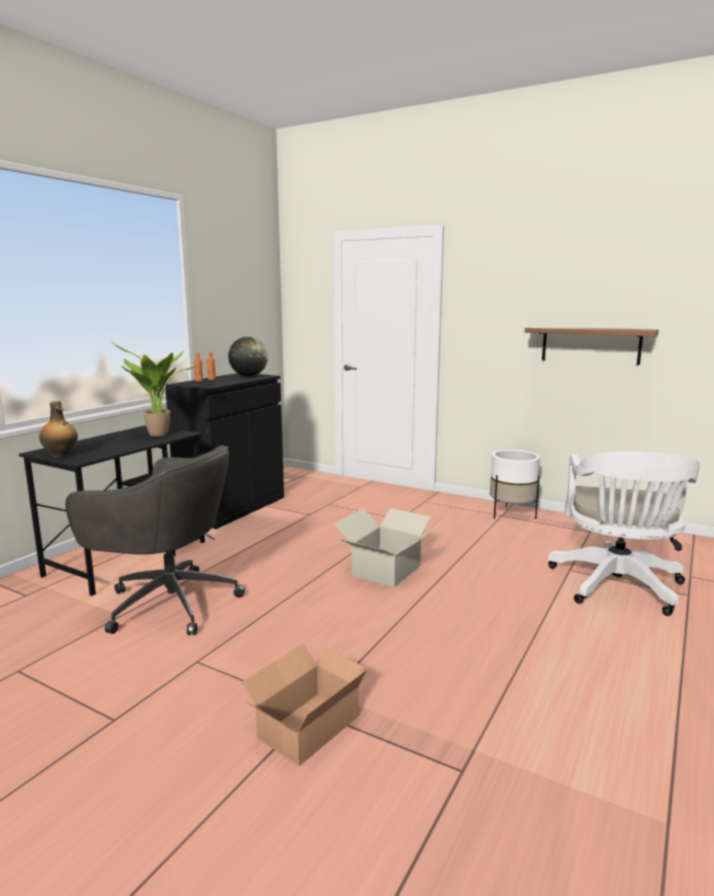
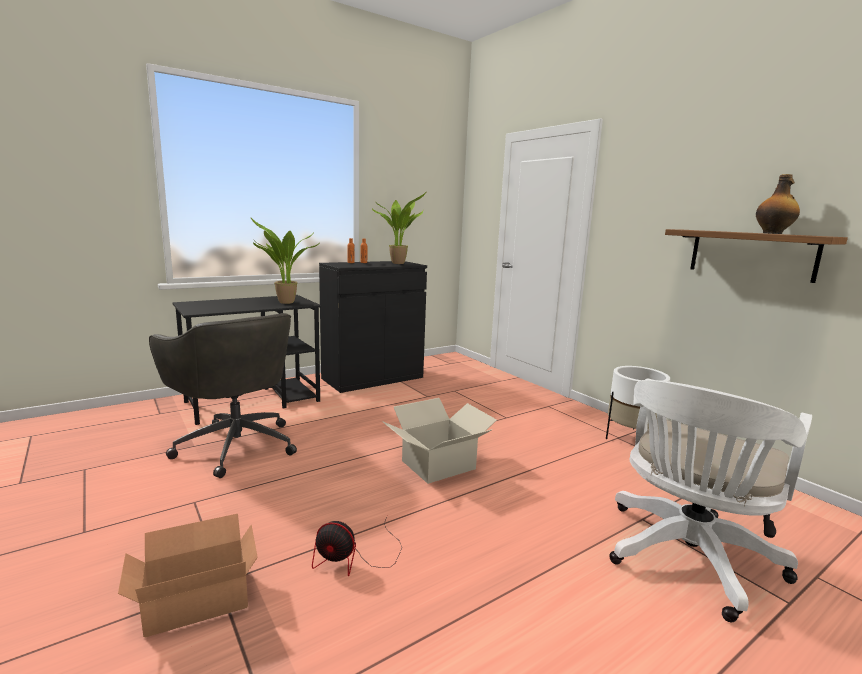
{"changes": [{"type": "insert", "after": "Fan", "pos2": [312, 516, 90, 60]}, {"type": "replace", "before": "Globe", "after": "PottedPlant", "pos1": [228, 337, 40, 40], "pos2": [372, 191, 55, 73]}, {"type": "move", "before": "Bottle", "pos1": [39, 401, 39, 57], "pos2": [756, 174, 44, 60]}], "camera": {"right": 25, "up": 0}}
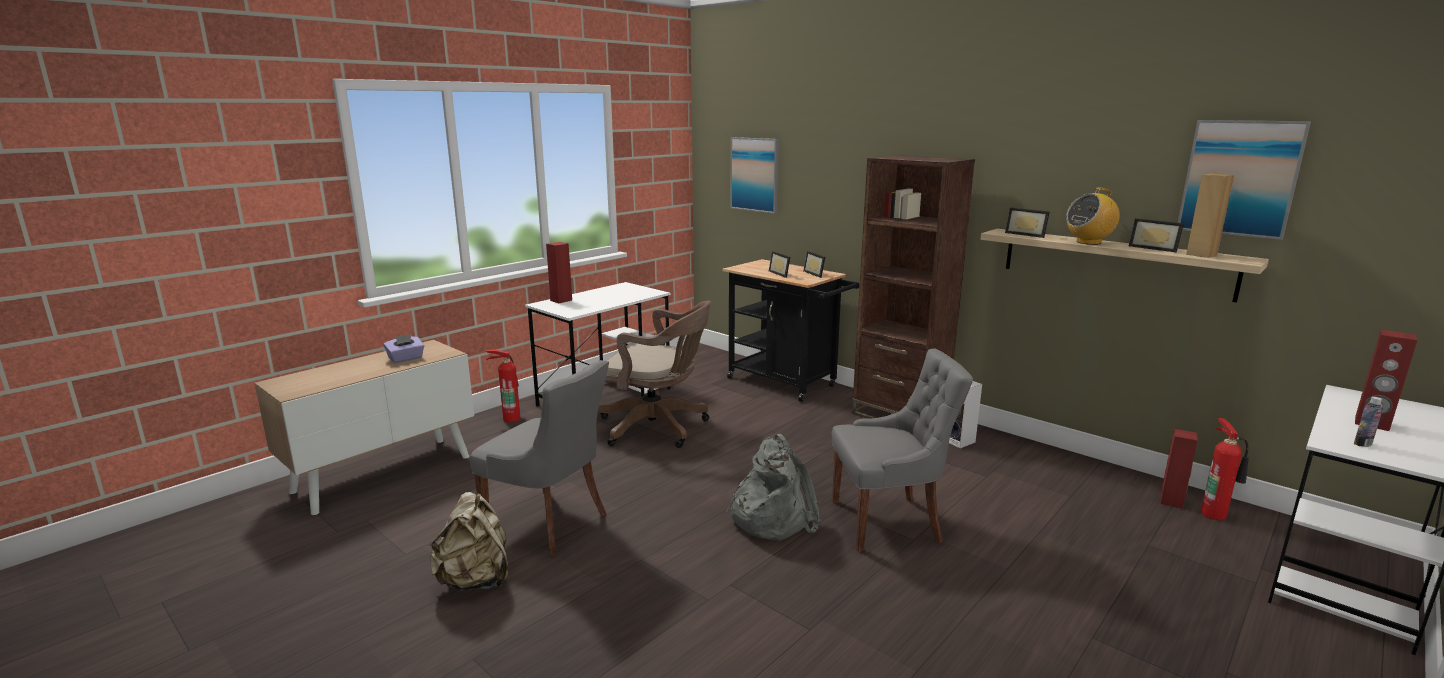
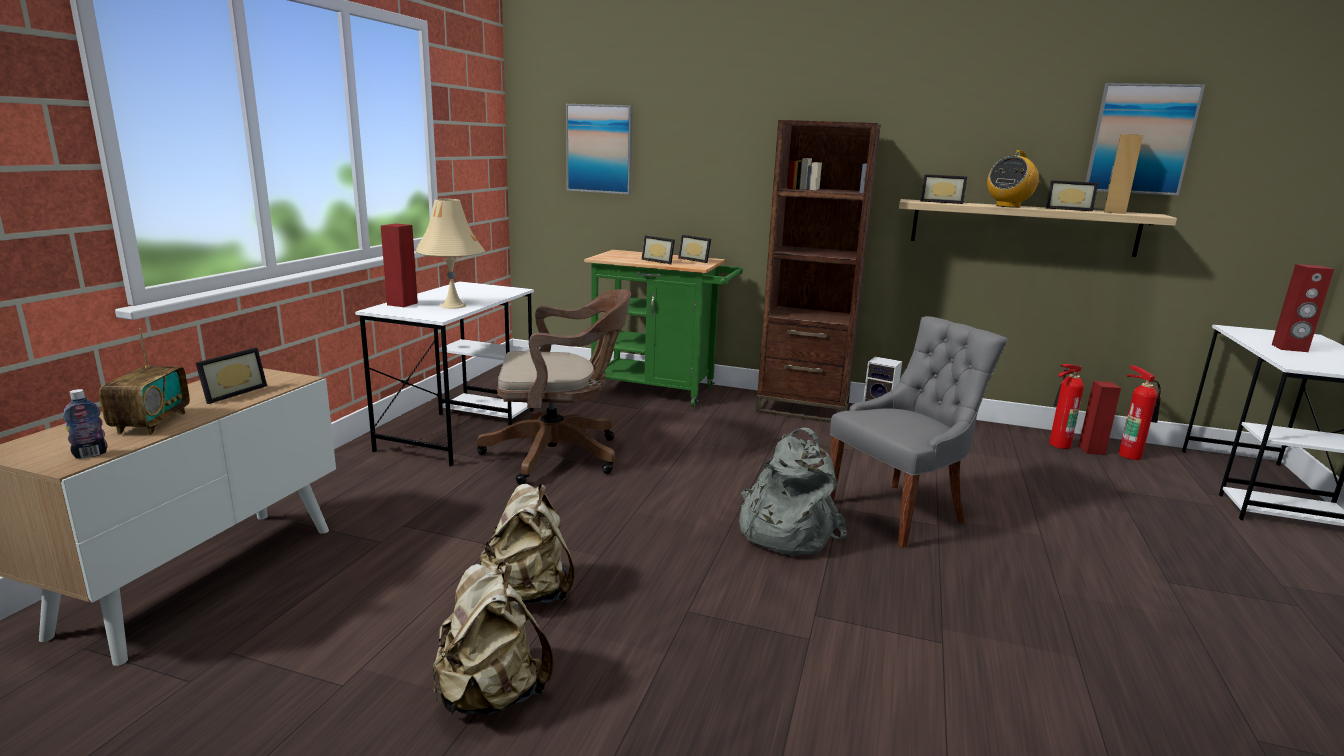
{"changes": [{"type": "move", "before": "Bottle", "pos1": [1354, 397, 29, 50], "pos2": [63, 389, 44, 70]}, {"type": "insert", "after": "Radio", "pos2": [99, 328, 91, 107]}, {"type": "replace", "before": "PurpleTissueBox", "after": "PictureFrame", "pos1": [383, 334, 41, 29], "pos2": [196, 347, 71, 57]}, {"type": "insert", "after": "BeigeTableLamp", "pos2": [414, 199, 72, 110]}, {"type": "replace", "before": "GreyChair", "after": "BeigeBackpack", "pos1": [470, 360, 139, 196], "pos2": [479, 484, 95, 120]}, {"type": "recolor", "before": "BlackCart", "after": "GreenCart", "pos1": [722, 259, 137, 143], "pos2": [584, 250, 159, 157]}, {"type": "move", "before": "FireExtinguisher", "pos1": [486, 350, 35, 72], "pos2": [1049, 364, 35, 85]}], "camera": {"right": -25, "up": 0}}
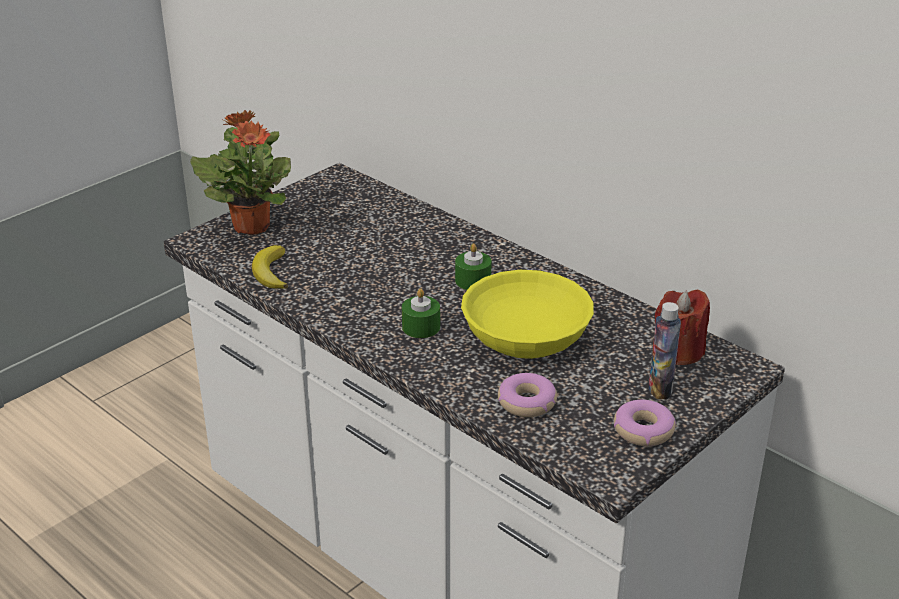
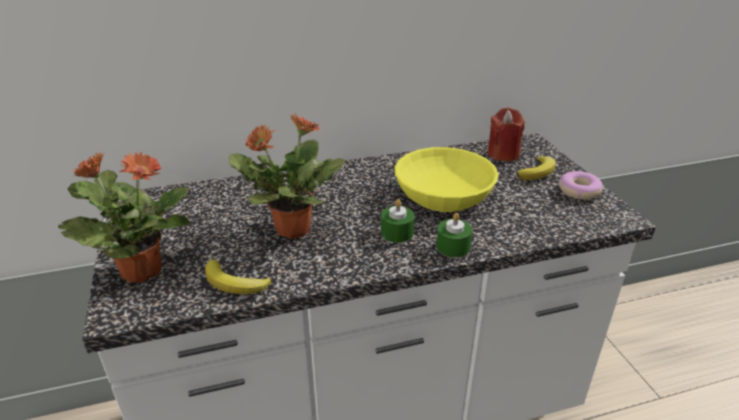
{"changes": [{"type": "insert", "after": "PottedPlant", "pos2": [229, 112, 116, 127]}, {"type": "move", "before": "GreenCandle", "pos1": [455, 244, 36, 46], "pos2": [436, 213, 36, 44]}, {"type": "replace", "before": "Bottle", "after": "Banana", "pos1": [648, 302, 33, 97], "pos2": [517, 156, 39, 24]}, {"type": "delete", "before": "Donut", "pos1": [498, 373, 59, 44]}], "camera": {"right": -60, "up": 0}}
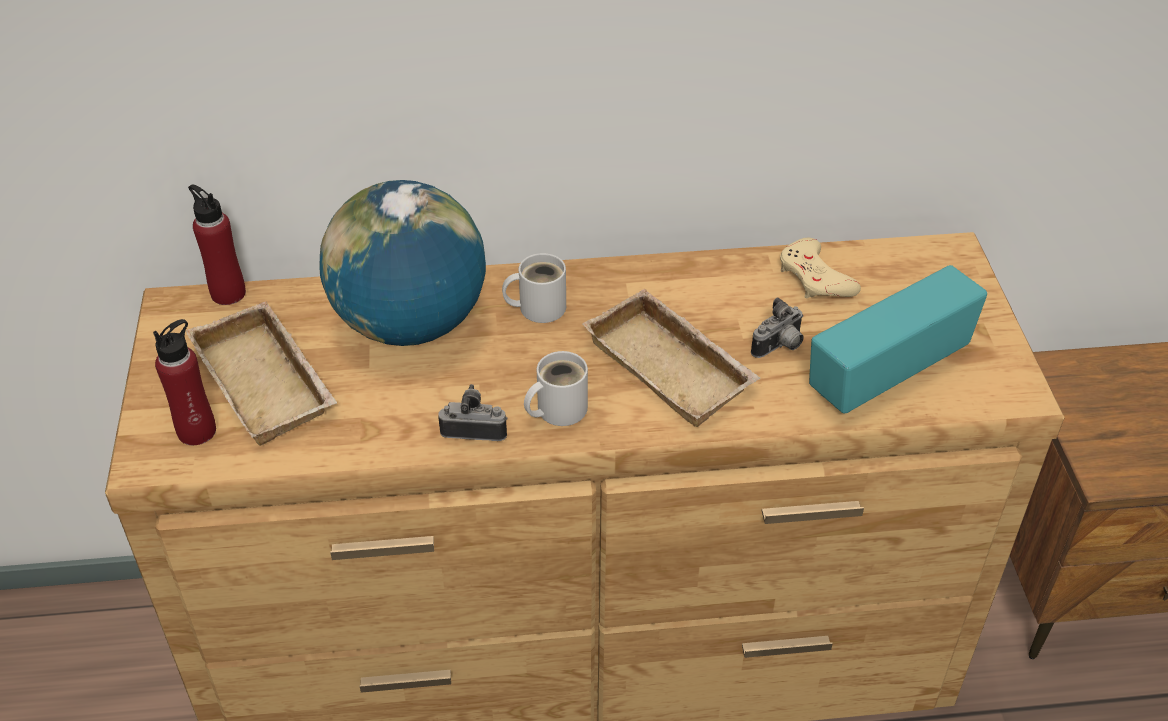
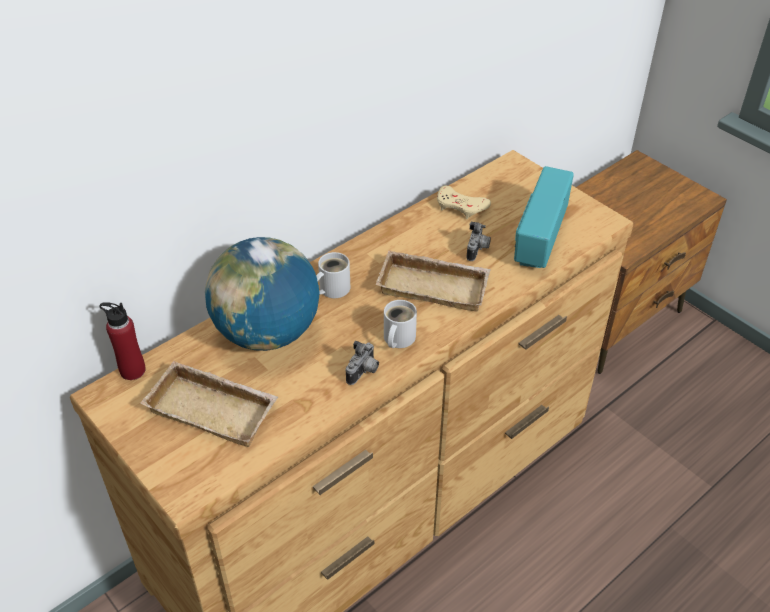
{"changes": [{"type": "rotate", "before": "PhotoCamera", "pos1": [438, 384, 70, 57], "pos2": [346, 341, 33, 44], "turn": 150}, {"type": "delete", "before": "RedBottle", "pos1": [153, 319, 63, 126]}], "camera": {"right": -35, "up": 0}}
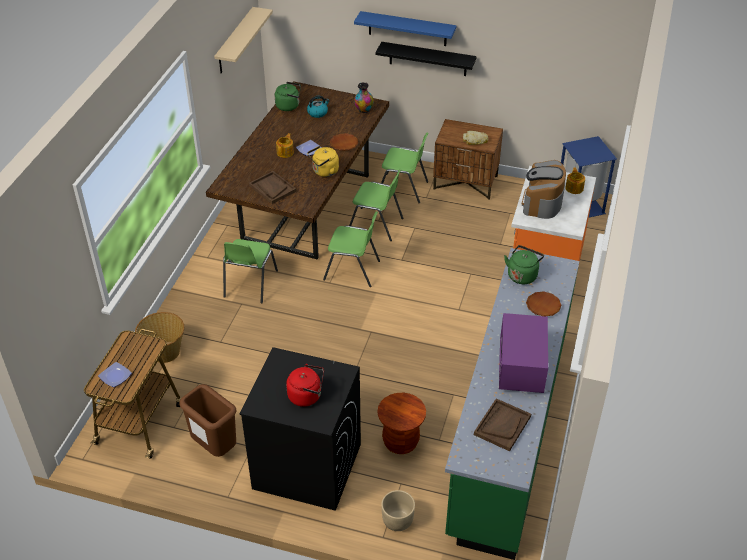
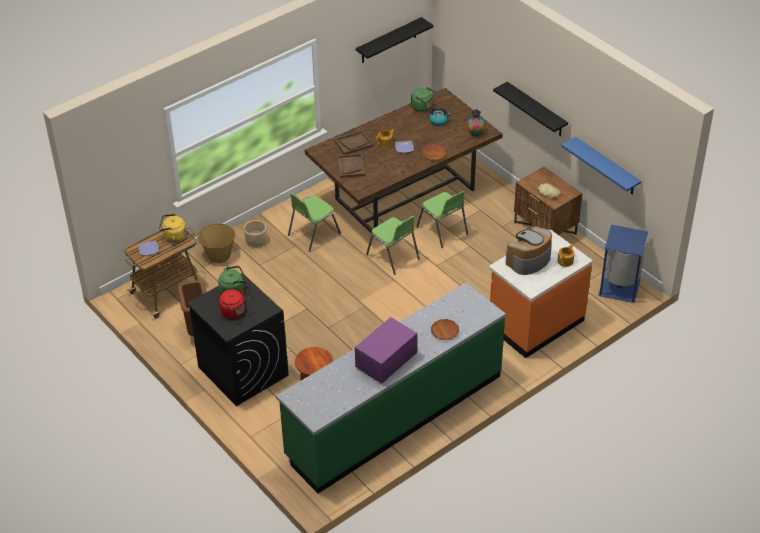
{"changes": [{"type": "move", "before": "YellowKettle", "pos1": [307, 146, 32, 31], "pos2": [159, 214, 28, 28]}, {"type": "move", "before": "GreenKettle", "pos1": [504, 245, 40, 39], "pos2": [218, 266, 29, 28]}, {"type": "move", "before": "BeigePlanter", "pos1": [381, 490, 34, 41], "pos2": [244, 220, 22, 27]}, {"type": "move", "before": "BrownTray", "pos1": [474, 398, 57, 53], "pos2": [334, 130, 39, 25]}, {"type": "recolor", "before": "BeigeShelf", "after": "BlackShelf", "pos1": [214, 7, 59, 66], "pos2": [356, 17, 78, 46]}, {"type": "move", "before": "BlueShelf", "pos1": [354, 11, 102, 35], "pos2": [561, 137, 80, 57]}, {"type": "delete", "before": "GreenChair", "pos1": [381, 133, 47, 70]}], "camera": {"right": 35, "up": 0}}
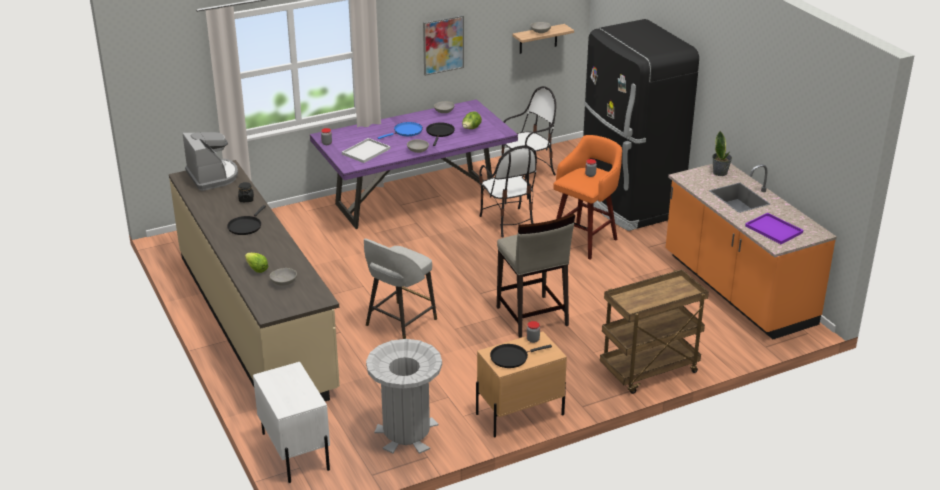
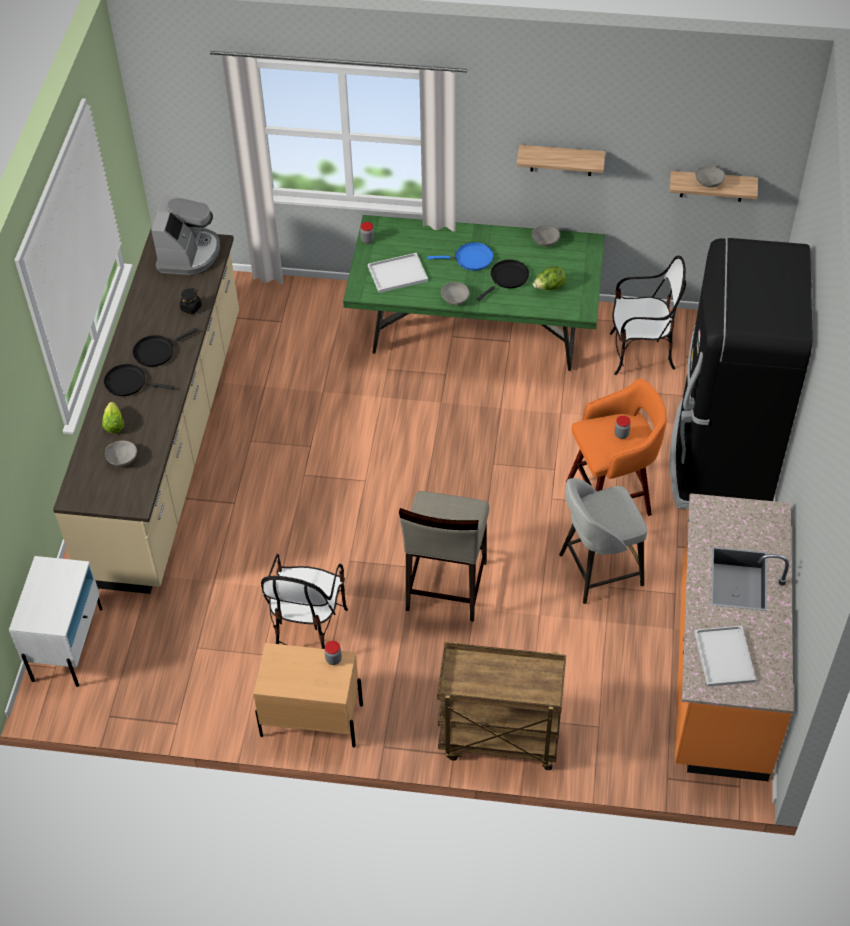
{"changes": [{"type": "move", "before": "BlackFryingPan", "pos1": [490, 344, 62, 24], "pos2": [104, 364, 70, 32]}, {"type": "move", "before": "Chair", "pos1": [479, 145, 58, 93], "pos2": [261, 554, 87, 95]}, {"type": "recolor", "before": "PurpleDiningTable", "after": "GreenDiningTable", "pos1": [310, 99, 208, 130], "pos2": [343, 215, 262, 156]}, {"type": "replace", "before": "Picture", "after": "Shelf", "pos1": [423, 15, 41, 61], "pos2": [517, 145, 88, 31]}, {"type": "move", "before": "GreyStool", "pos1": [364, 239, 73, 100], "pos2": [559, 478, 88, 126]}, {"type": "recolor", "before": "PurpleTray", "after": "WhiteTray", "pos1": [745, 213, 58, 31], "pos2": [694, 626, 62, 61]}, {"type": "delete", "before": "GreyTrashCan", "pos1": [366, 339, 76, 115]}, {"type": "delete", "before": "PottedPlant", "pos1": [712, 131, 20, 45]}], "camera": {"right": 35, "up": 20}}
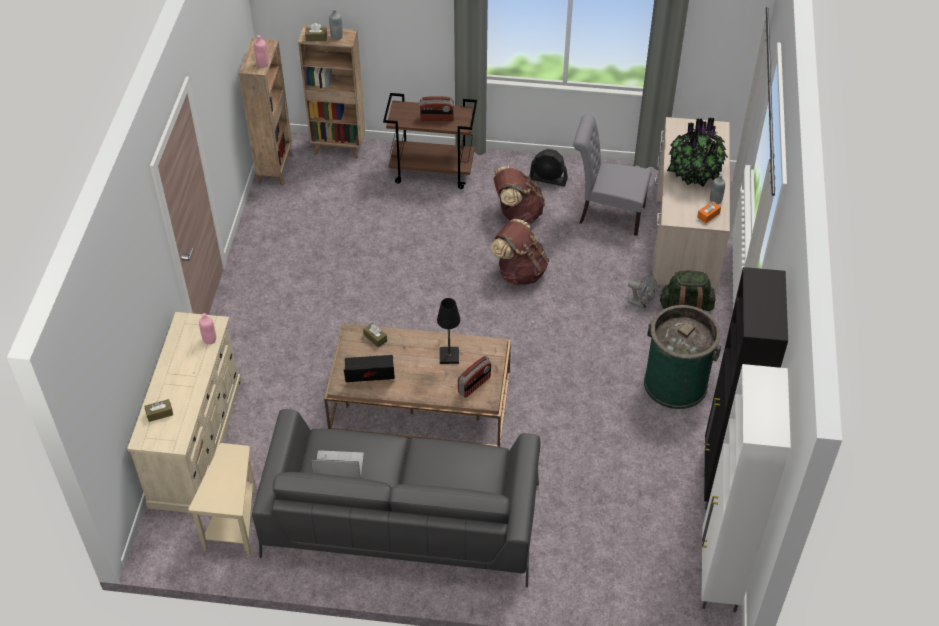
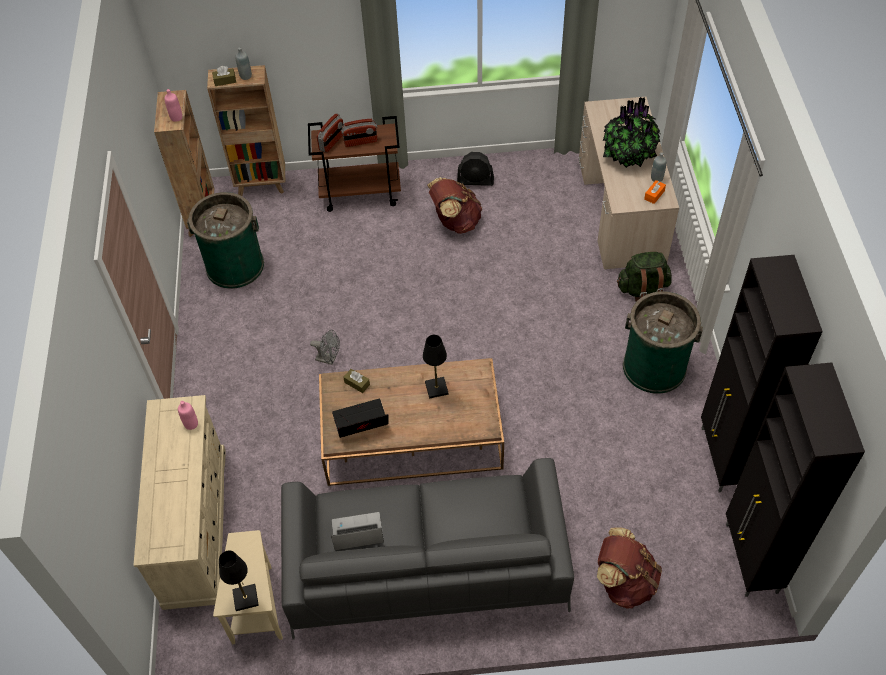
{"changes": [{"type": "insert", "after": "GreenTrashCan", "pos2": [187, 192, 77, 97]}, {"type": "insert", "after": "BlackTableLamp", "pos2": [219, 550, 40, 61]}, {"type": "move", "before": "GreyFan", "pos1": [628, 274, 29, 35], "pos2": [310, 330, 30, 35]}, {"type": "move", "before": "Radio", "pos1": [458, 356, 33, 42], "pos2": [317, 113, 27, 40]}, {"type": "move", "before": "BrownBackpack", "pos1": [491, 219, 58, 67], "pos2": [597, 527, 65, 82]}, {"type": "recolor", "before": "WhiteCabinet", "after": "BlackCabinet", "pos1": [701, 364, 90, 248], "pos2": [726, 362, 139, 235]}, {"type": "delete", "before": "BrownTissueBox", "pos1": [145, 399, 28, 23]}, {"type": "delete", "before": "GreyChair", "pos1": [573, 114, 79, 122]}], "camera": {"right": -10, "up": 5}}
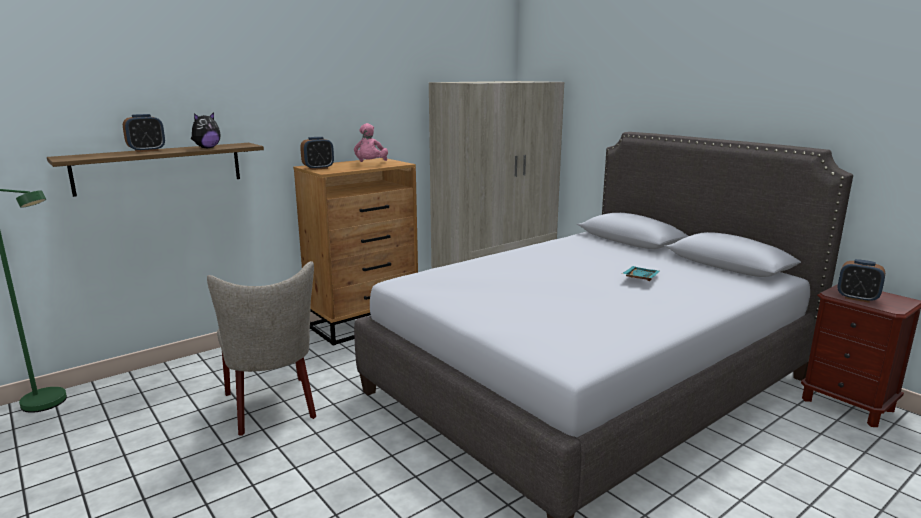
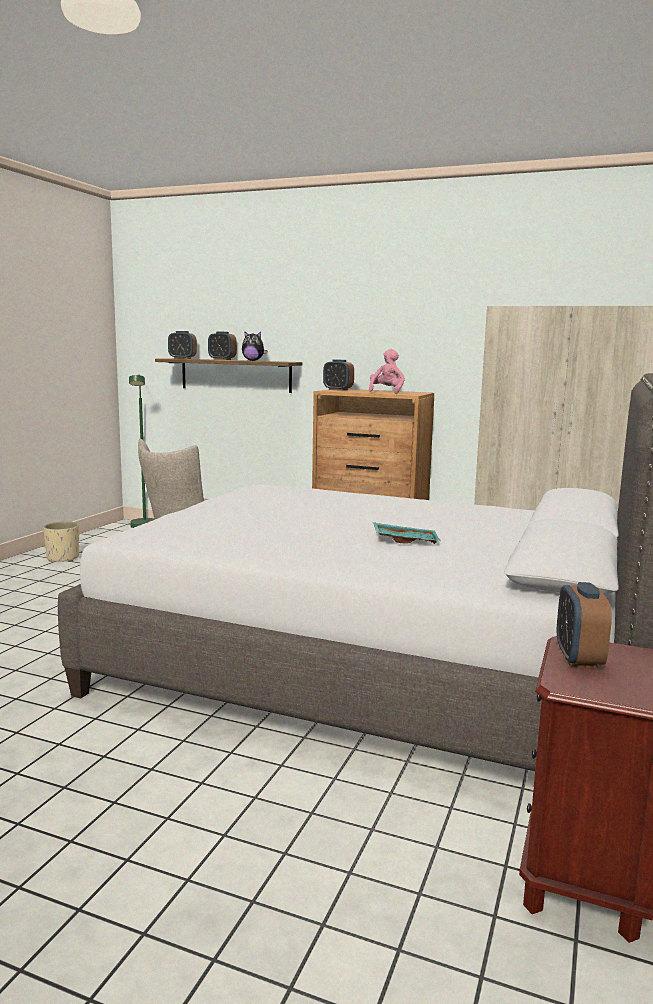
{"changes": [{"type": "insert", "after": "BeigePlanter", "pos2": [43, 521, 36, 41]}, {"type": "insert", "after": "AlarmClock", "pos2": [168, 331, 29, 28]}, {"type": "rotate", "before": "PinkPlushToy", "pos1": [354, 123, 34, 39], "pos2": [369, 349, 36, 45], "turn": 135}], "camera": {"right": 60, "up": -5}}
